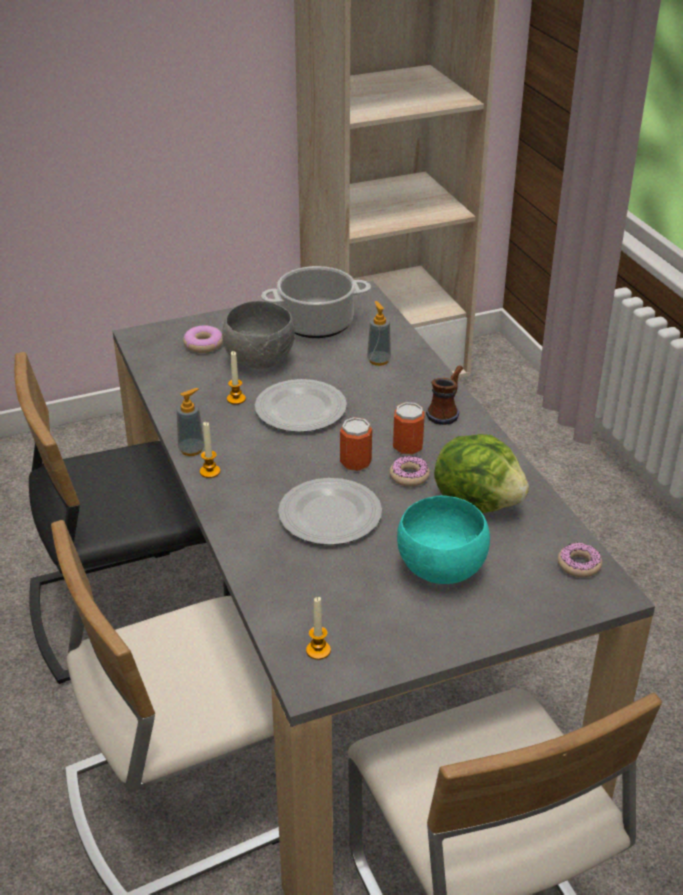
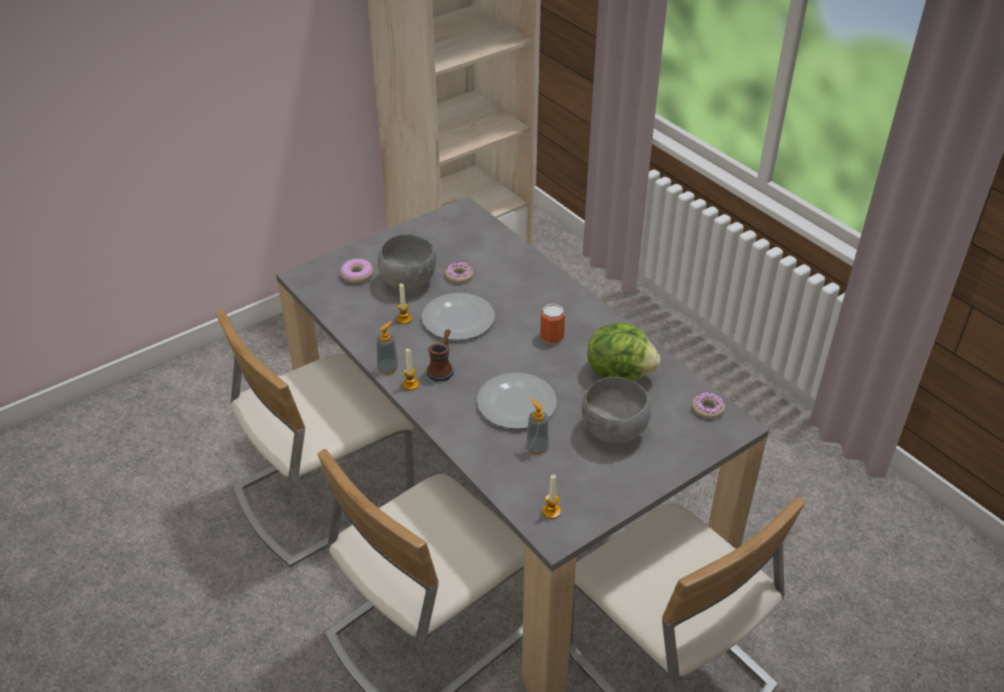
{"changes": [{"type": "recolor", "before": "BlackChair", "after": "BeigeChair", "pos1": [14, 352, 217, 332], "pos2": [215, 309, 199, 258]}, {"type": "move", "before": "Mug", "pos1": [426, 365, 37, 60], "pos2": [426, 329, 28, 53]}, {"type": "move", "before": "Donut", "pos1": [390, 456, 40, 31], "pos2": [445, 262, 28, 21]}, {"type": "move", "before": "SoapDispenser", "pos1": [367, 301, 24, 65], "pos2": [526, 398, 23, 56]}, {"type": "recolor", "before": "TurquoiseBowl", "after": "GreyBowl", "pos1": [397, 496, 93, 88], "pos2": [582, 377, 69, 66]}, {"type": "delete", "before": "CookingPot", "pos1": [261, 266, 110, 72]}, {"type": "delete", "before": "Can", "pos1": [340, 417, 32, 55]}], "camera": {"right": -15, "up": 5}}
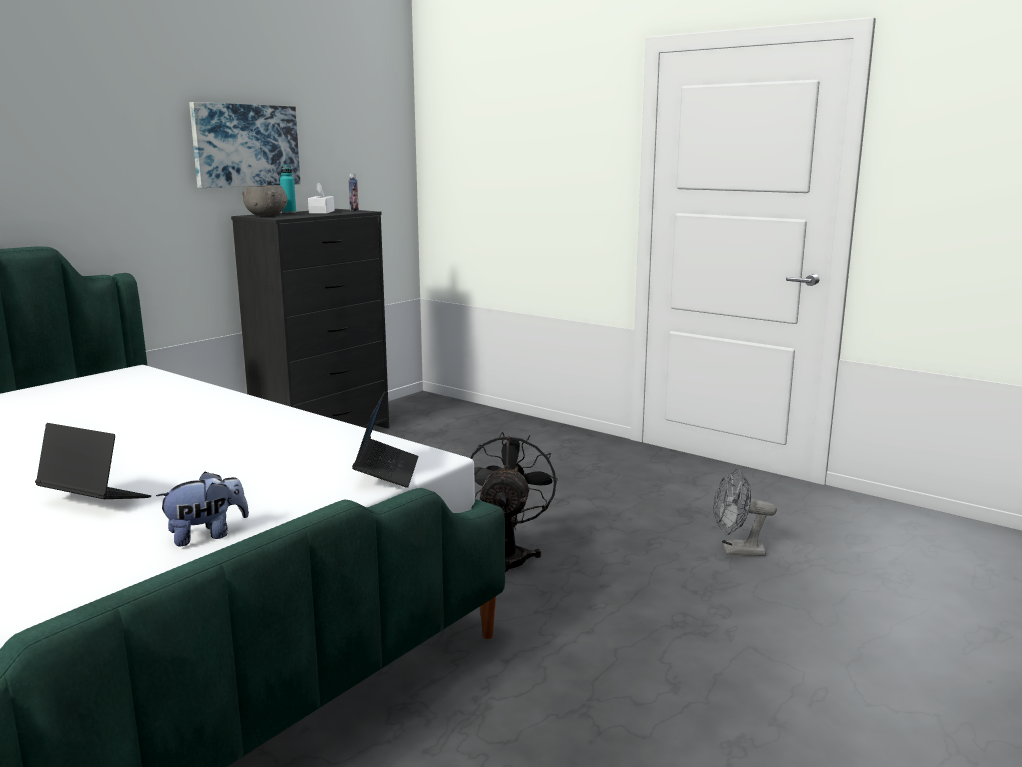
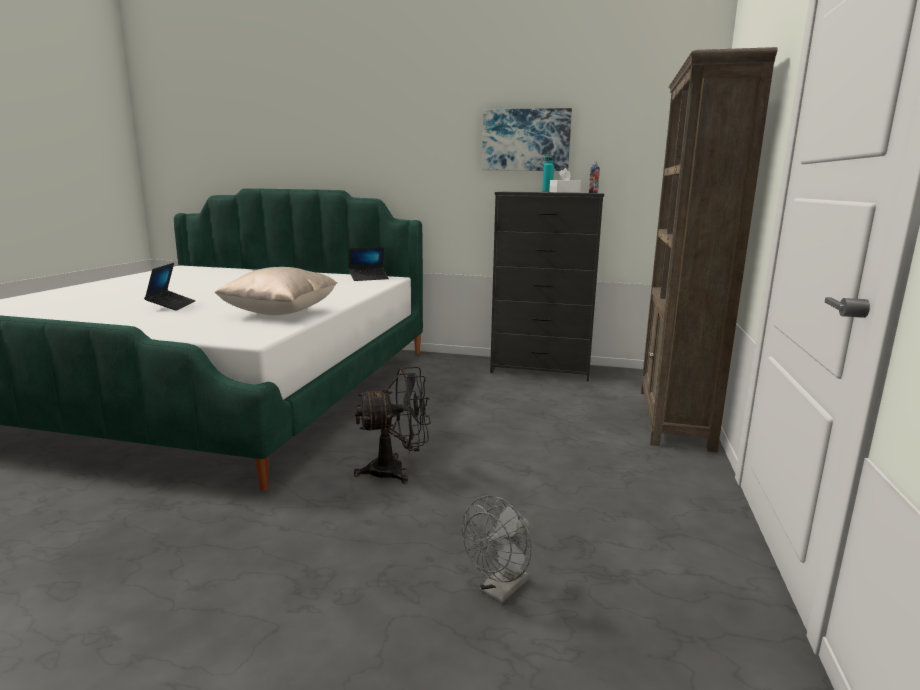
{"changes": [{"type": "insert", "after": "BeigePillow", "pos2": [214, 267, 124, 48]}, {"type": "move", "before": "Laptop", "pos1": [352, 391, 67, 97], "pos2": [348, 247, 41, 34]}, {"type": "rotate", "before": "GreyFan", "pos1": [713, 469, 64, 87], "pos2": [462, 495, 70, 108], "turn": -120}, {"type": "insert", "after": "BrownBookcase", "pos2": [641, 47, 137, 405]}, {"type": "delete", "before": "PlushToy", "pos1": [156, 471, 93, 75]}, {"type": "delete", "before": "GreyBowl", "pos1": [242, 185, 46, 31]}], "camera": {"right": 65, "up": 0}}
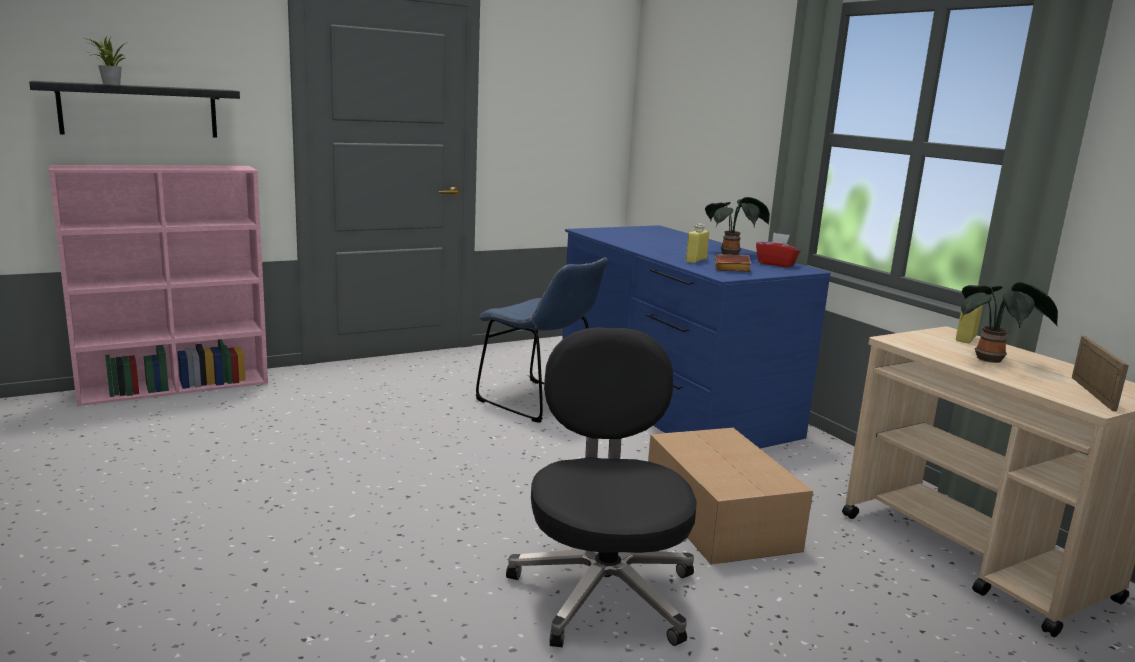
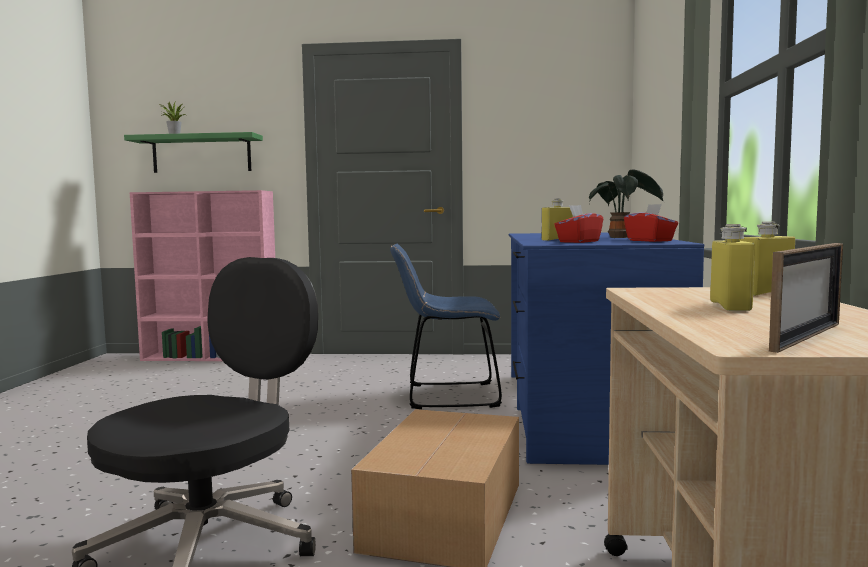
{"changes": [{"type": "recolor", "before": "BlackShelf", "after": "GreenShelf", "pos1": [29, 81, 211, 57], "pos2": [124, 132, 139, 41]}, {"type": "rotate", "before": "BlueChair", "pos1": [475, 257, 133, 166], "pos2": [390, 244, 112, 165], "turn": 105}, {"type": "replace", "before": "BrownBook", "after": "RedTissueBox", "pos1": [715, 255, 36, 17], "pos2": [554, 205, 49, 38]}, {"type": "replace", "before": "PottedPlant", "after": "YellowBottle", "pos1": [961, 282, 97, 81], "pos2": [710, 224, 45, 87]}], "camera": {"right": 35, "up": -10}}
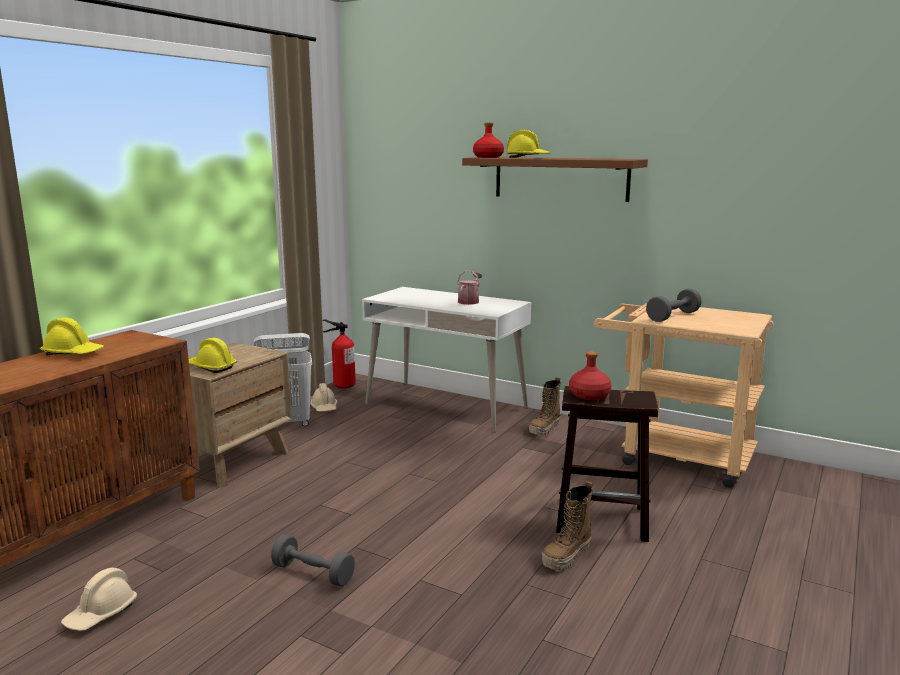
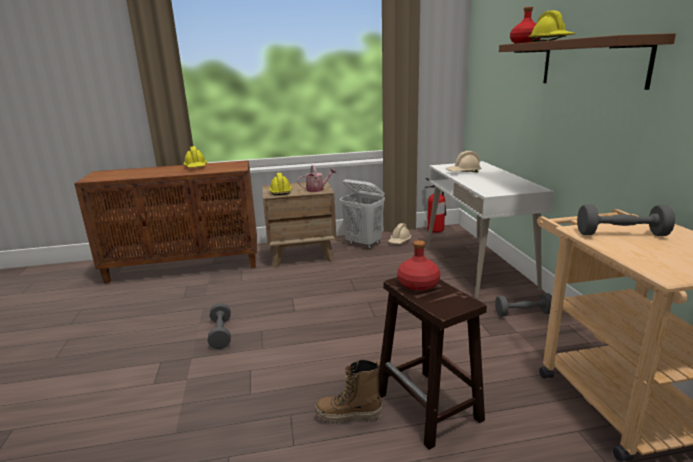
{"changes": [{"type": "move", "before": "WateringCan", "pos1": [457, 271, 25, 34], "pos2": [297, 165, 39, 27]}, {"type": "move", "before": "BeigeHardHat", "pos1": [61, 568, 76, 63], "pos2": [446, 151, 36, 22]}, {"type": "replace", "before": "Boot", "after": "GreyDumbbell", "pos1": [529, 377, 32, 59], "pos2": [495, 293, 57, 24]}], "camera": {"right": 50, "up": 5}}
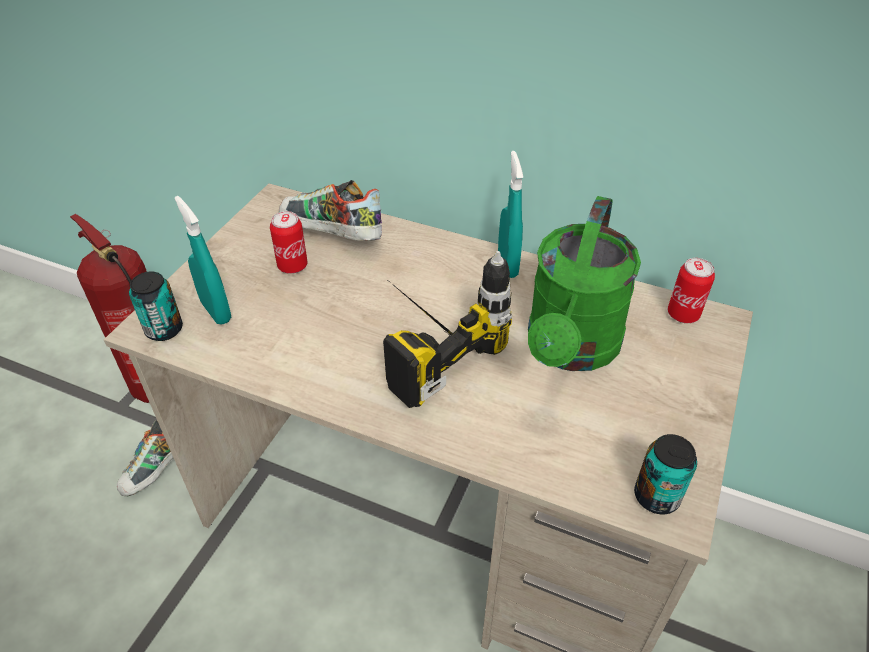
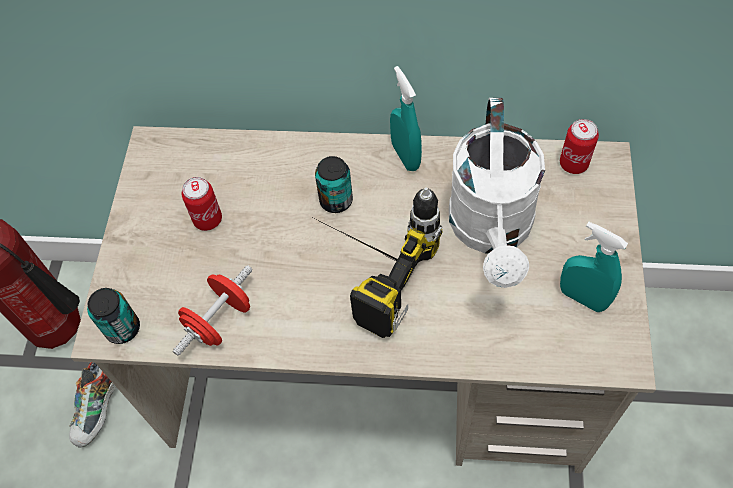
{"changes": [{"type": "insert", "after": "RedDumbbell", "pos2": [173, 265, 80, 91]}, {"type": "move", "before": "Can", "pos1": [634, 434, 63, 80], "pos2": [315, 156, 38, 57]}, {"type": "recolor", "before": "GreenWateringCan", "after": "WhiteWateringCan", "pos1": [528, 196, 113, 175], "pos2": [449, 98, 96, 190]}, {"type": "move", "before": "TurquoiseSprayBottle", "pos1": [174, 196, 57, 129], "pos2": [560, 222, 68, 90]}, {"type": "delete", "before": "Shoe", "pos1": [279, 180, 103, 61]}], "camera": {"right": -15, "up": 15}}
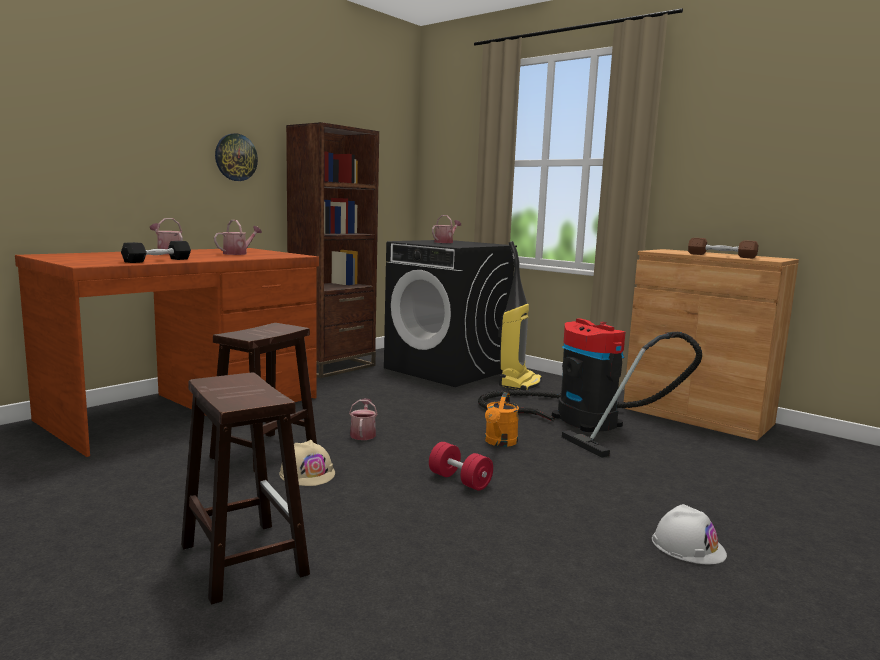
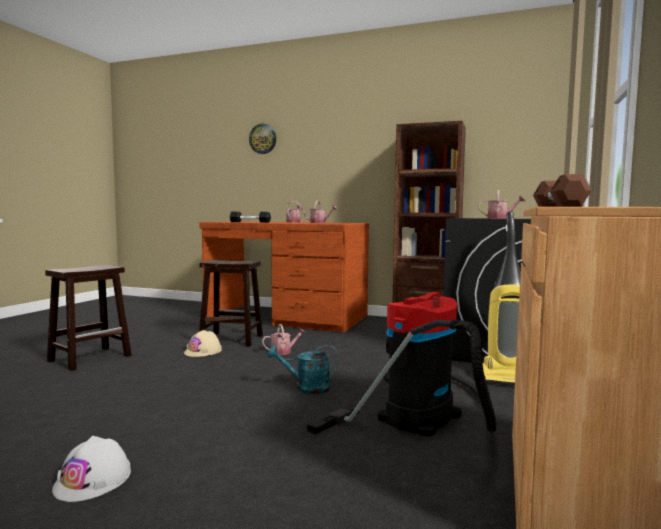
{"changes": [{"type": "move", "before": "WallClock", "pos1": [215, 133, 43, 48], "pos2": [249, 124, 27, 30]}, {"type": "recolor", "before": "OrangeWateringCan", "after": "TurquoiseWateringCan", "pos1": [485, 392, 34, 55], "pos2": [267, 345, 72, 49]}, {"type": "delete", "before": "RedDumbbell", "pos1": [429, 442, 64, 49]}], "camera": {"right": 70, "up": -5}}
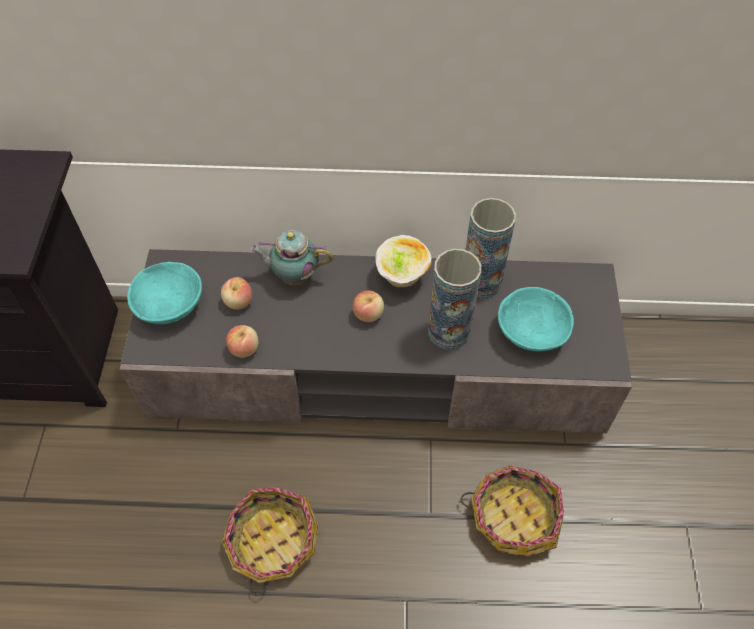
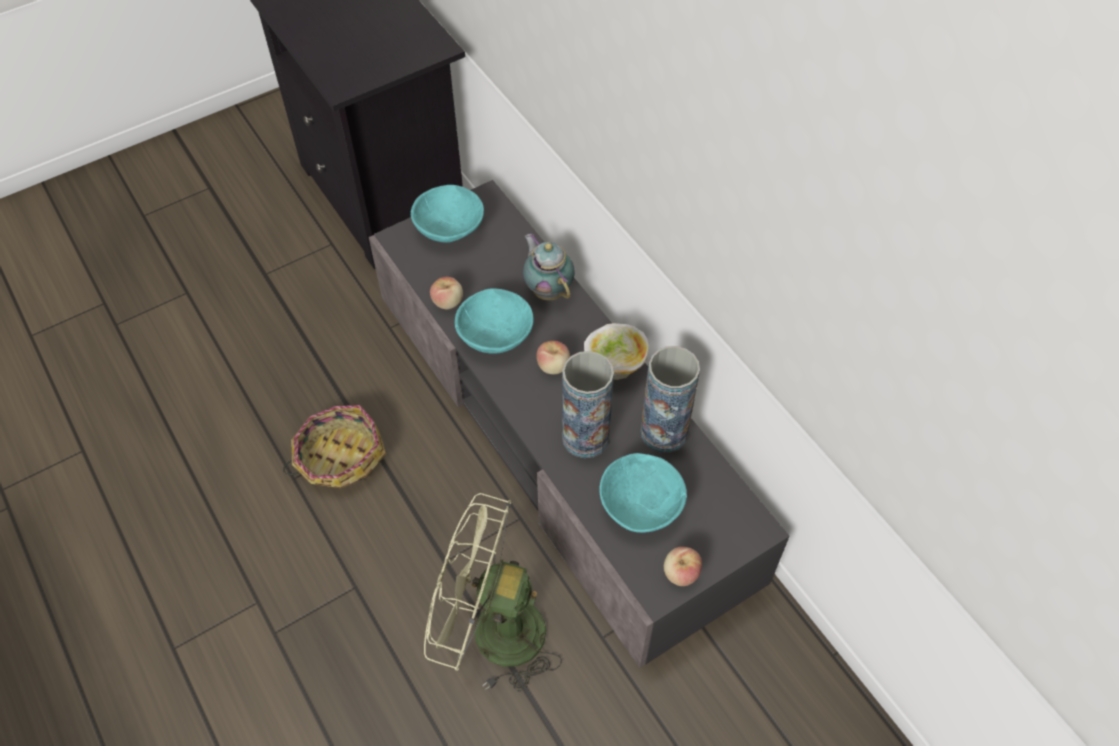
{"changes": [{"type": "replace", "before": "Basket", "after": "GreenFan", "pos1": [461, 465, 103, 92], "pos2": [424, 493, 138, 199]}, {"type": "insert", "after": "TurquoiseBowl", "pos2": [455, 288, 78, 66]}, {"type": "move", "before": "Apple", "pos1": [221, 277, 31, 33], "pos2": [664, 547, 38, 39]}], "camera": {"right": 55, "up": 0}}
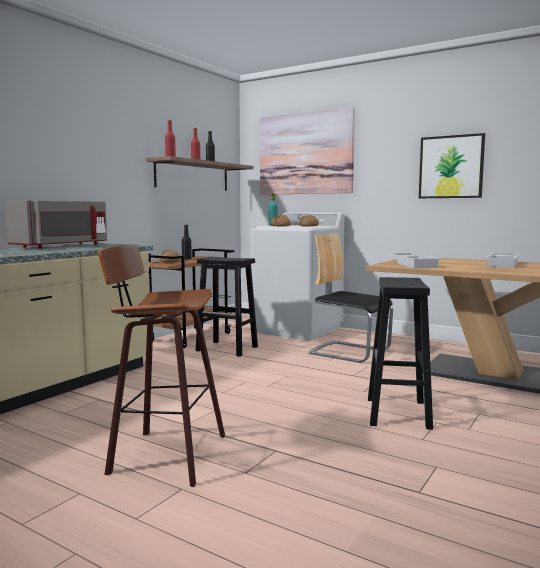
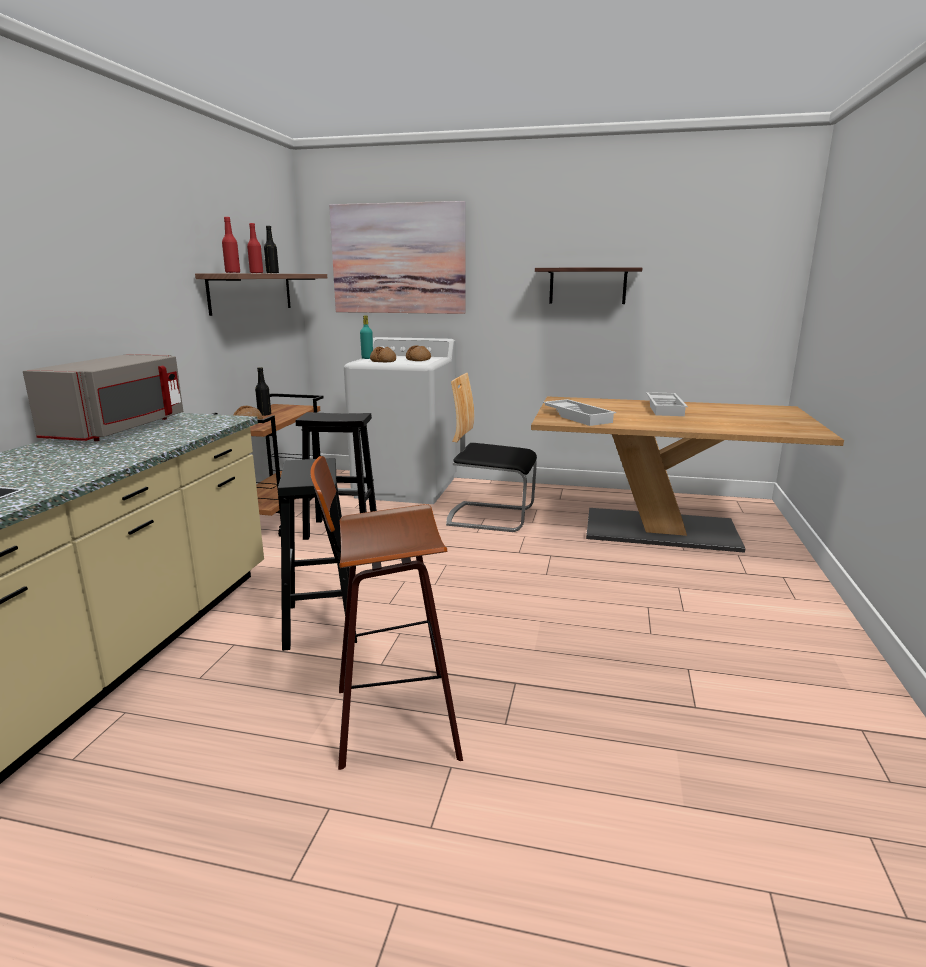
{"changes": [{"type": "move", "before": "BlackStool", "pos1": [368, 277, 65, 153], "pos2": [278, 458, 79, 193]}, {"type": "replace", "before": "Picture", "after": "Shelf", "pos1": [419, 133, 66, 65], "pos2": [535, 267, 107, 37]}], "camera": {"right": -20, "up": 10}}
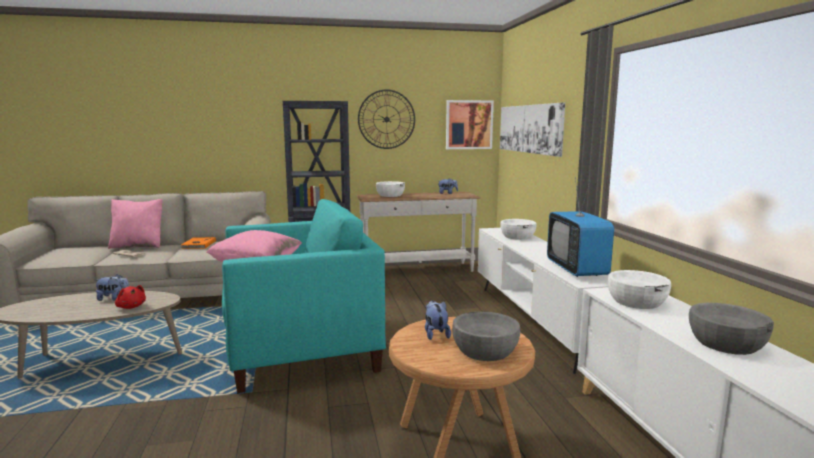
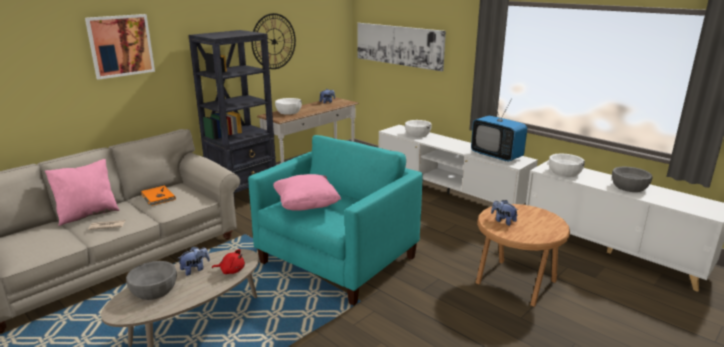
{"changes": [{"type": "move", "before": "Picture", "pos1": [446, 100, 48, 49], "pos2": [85, 14, 70, 66]}, {"type": "move", "before": "GreyBowl", "pos1": [452, 311, 68, 50], "pos2": [126, 261, 51, 39]}], "camera": {"right": -35, "up": 10}}
